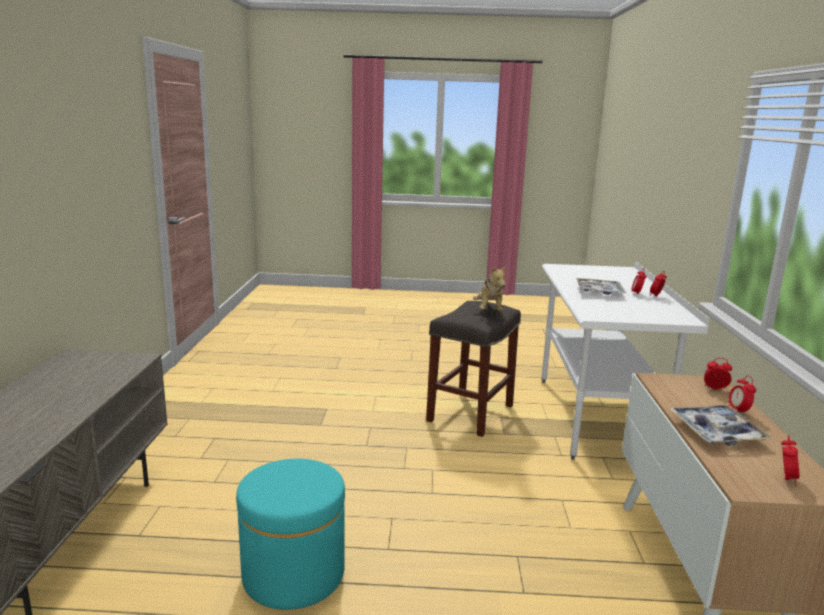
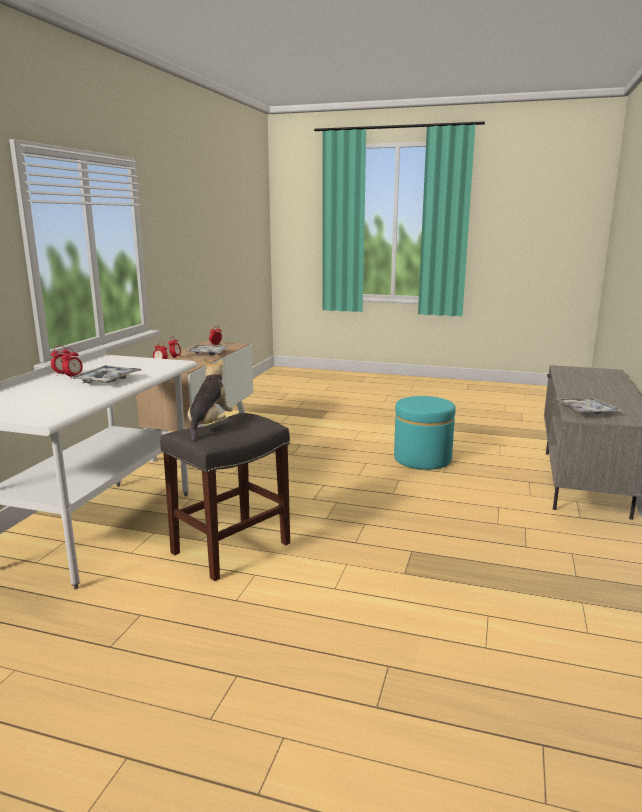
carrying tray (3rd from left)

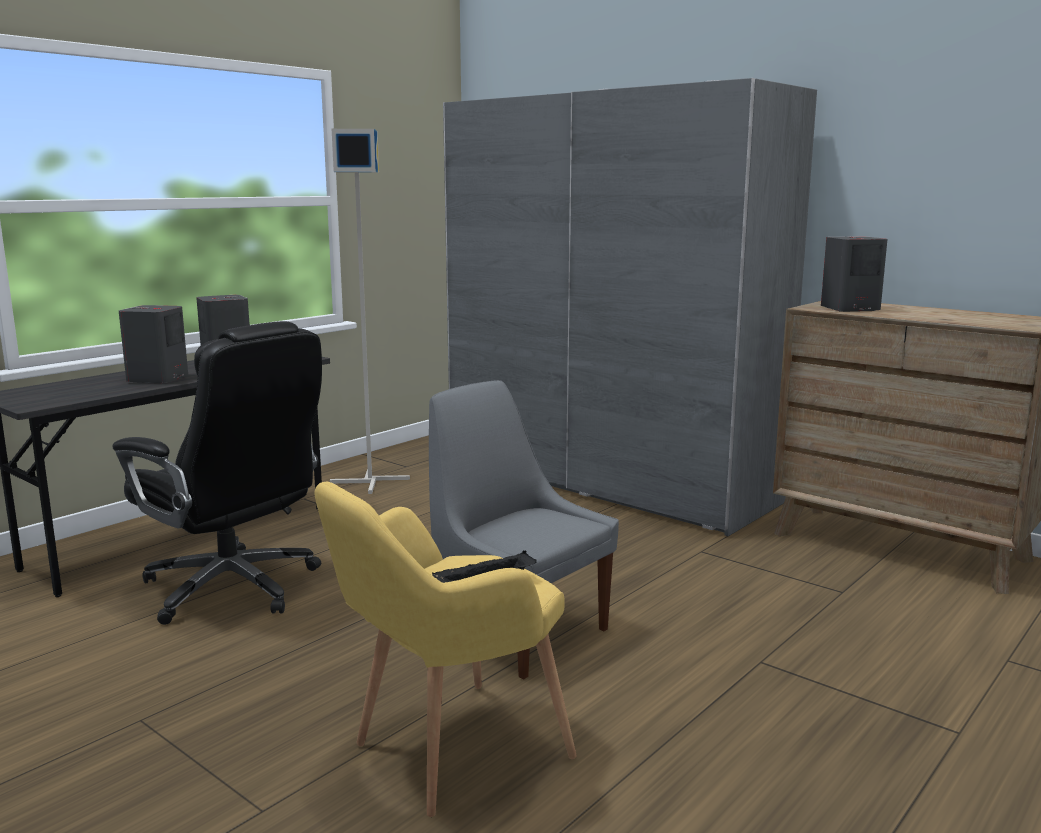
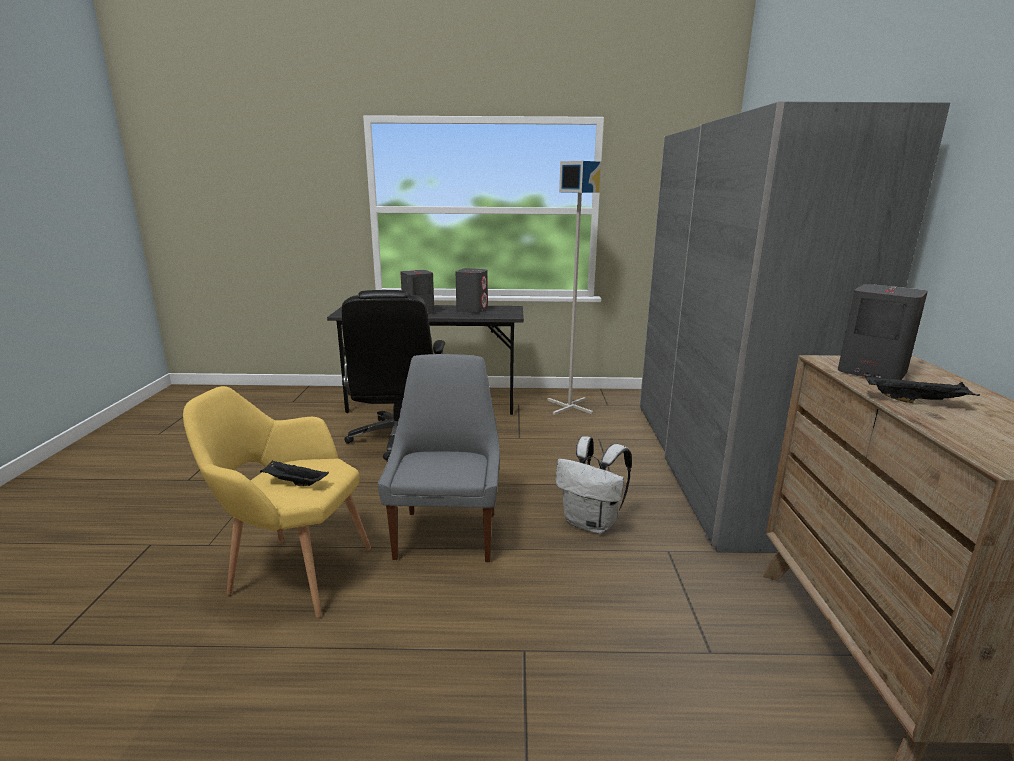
carrying tray (blackish) (2nd from left)
knapsack (whitish)

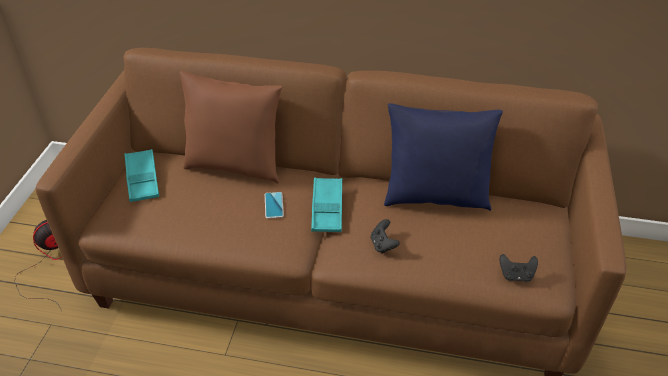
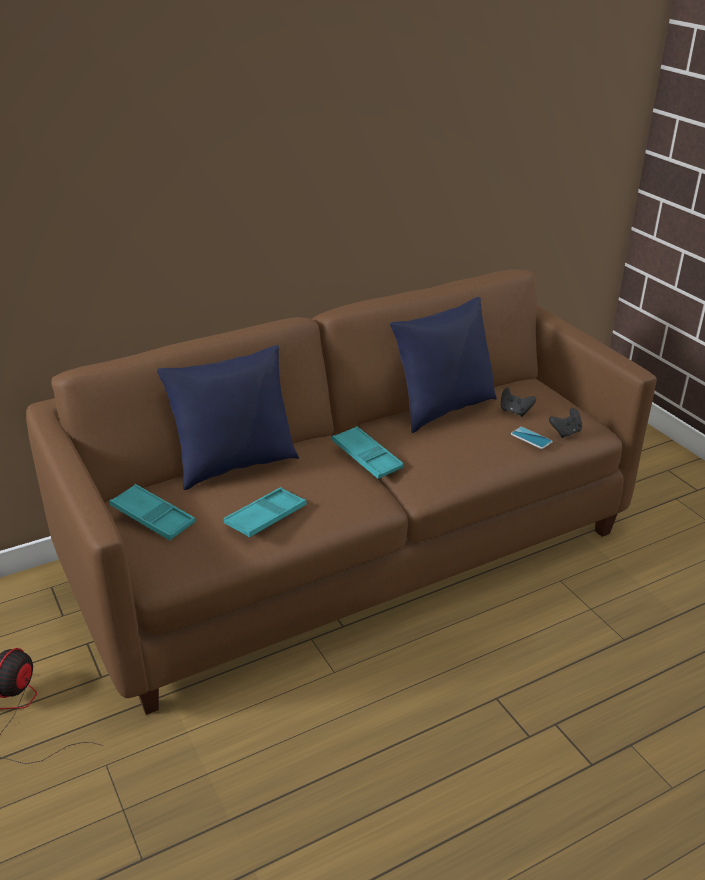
pillow (blue-coloured) (1st from left)
handset
gamepad (blackish) (1st from left)
carrying tray (turquoise-coloured) (2nd from left)

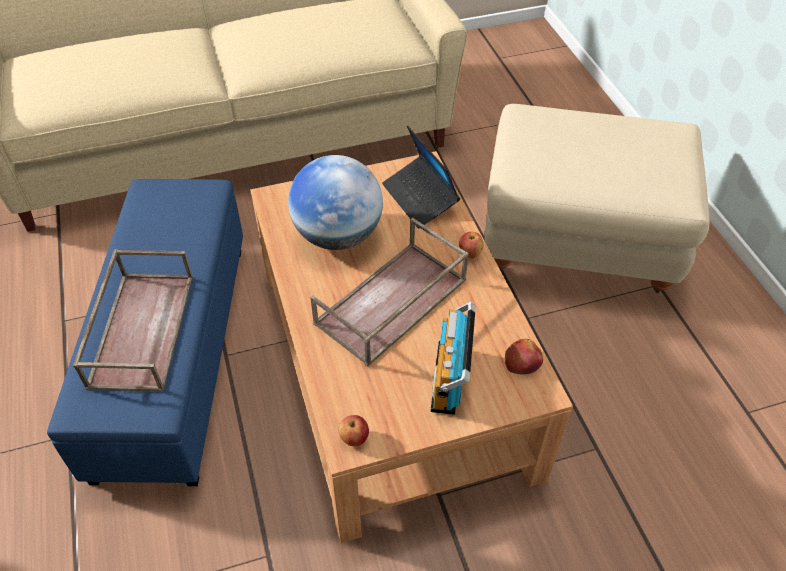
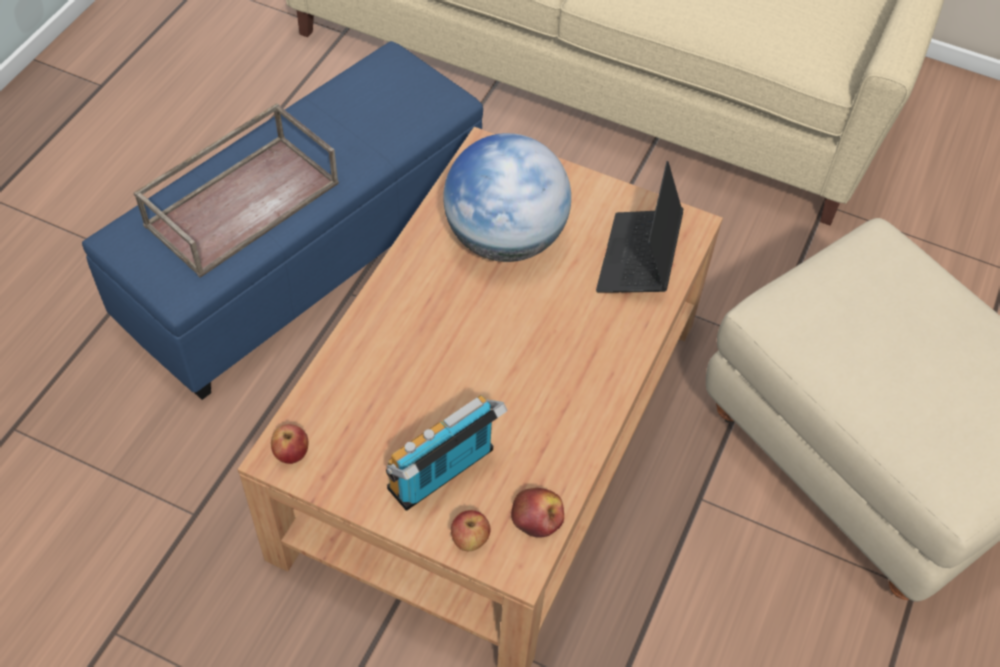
carrying tray (brown) (2nd from left in the first image)
apple fruit (2nd from left)

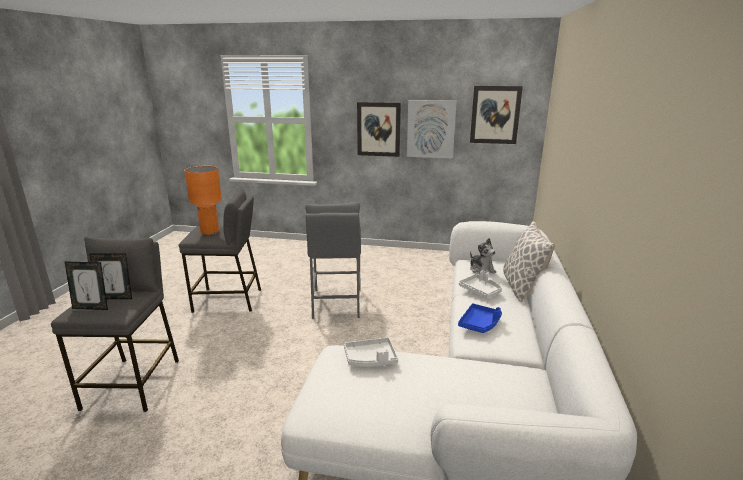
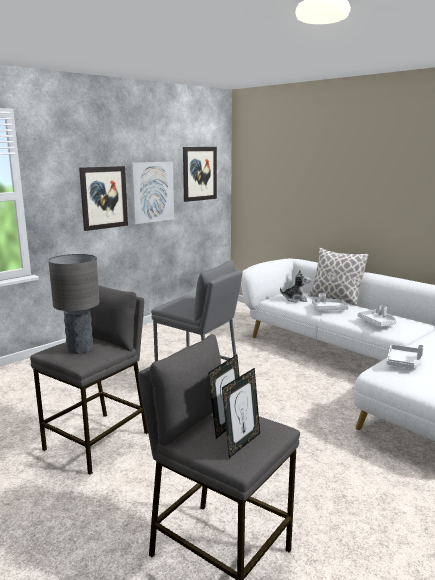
tabletop lamp (greyish)
carrying tray (whitish) (2nd from left)

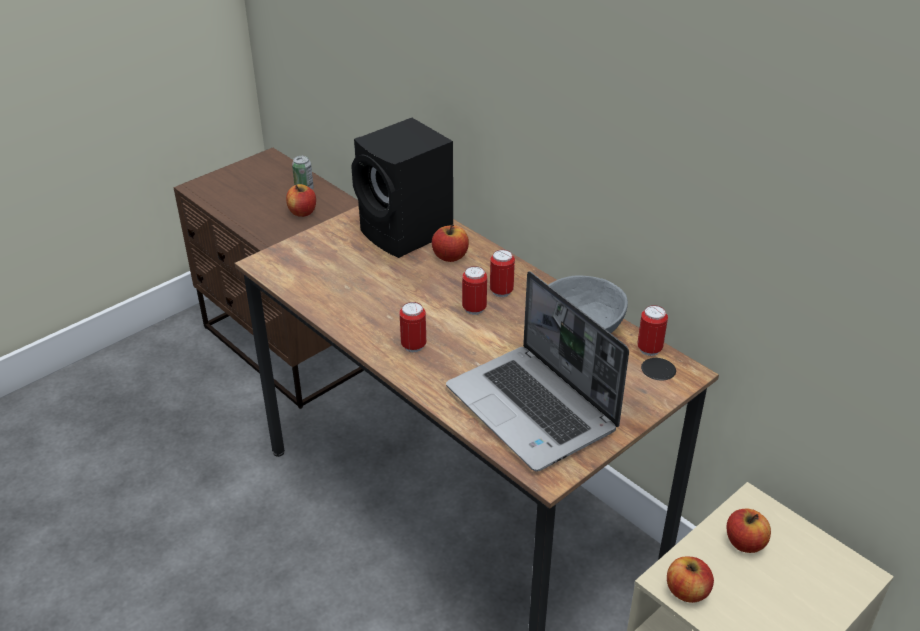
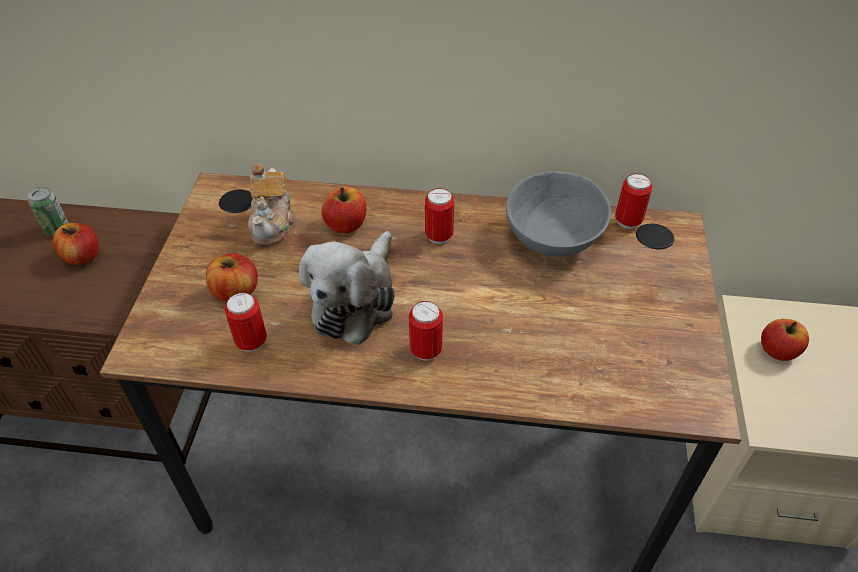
teapot
can (2nd from left)
laptop
apple fruit (2nd from left)
soft toy

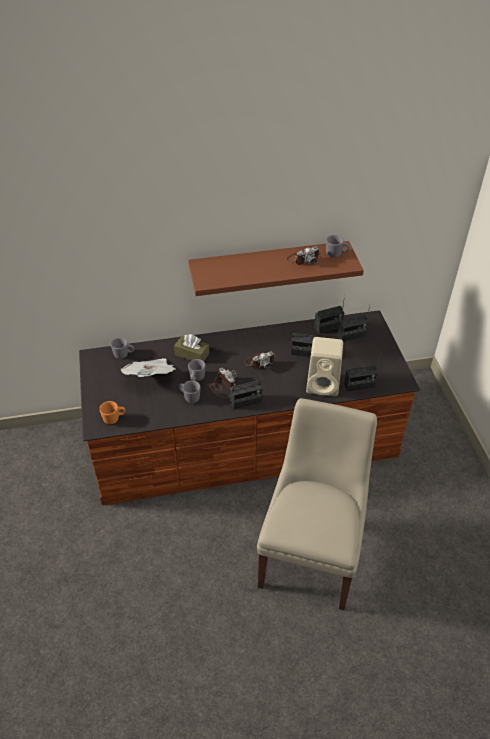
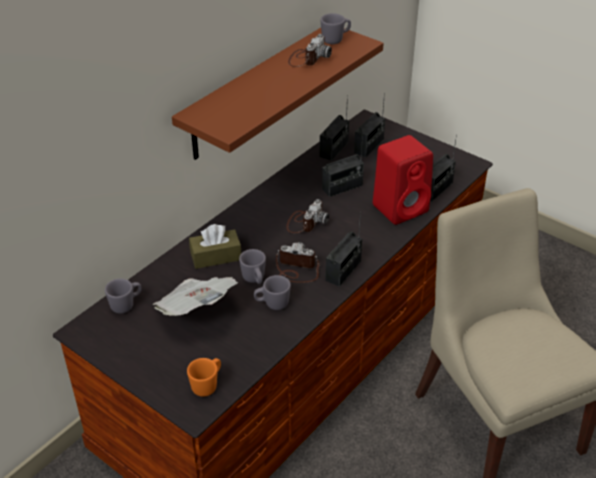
loudspeaker (reddish)

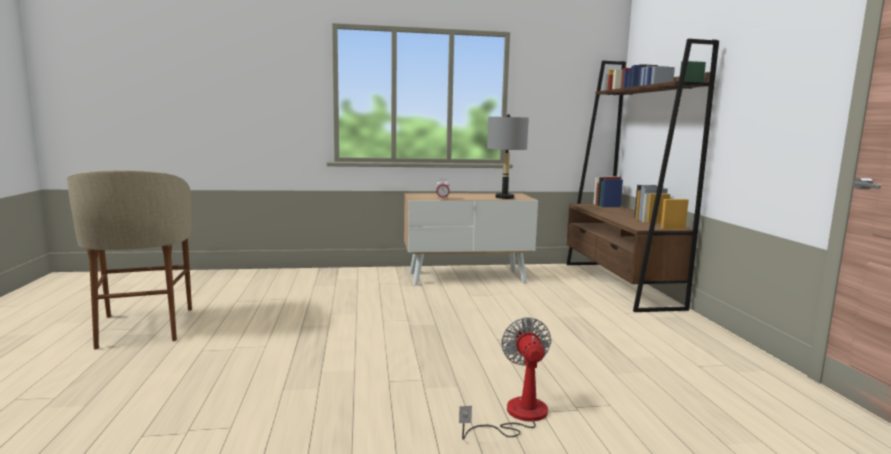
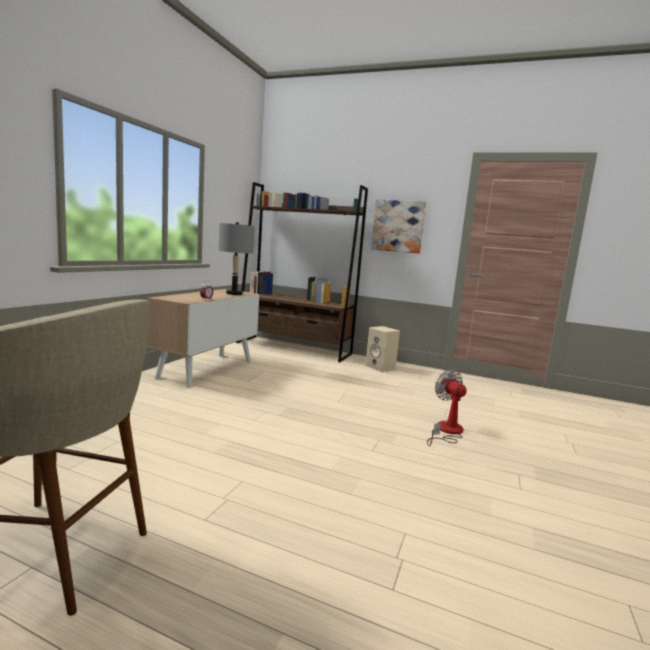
electric fan
wall art
loudspeaker (sand-coloured)

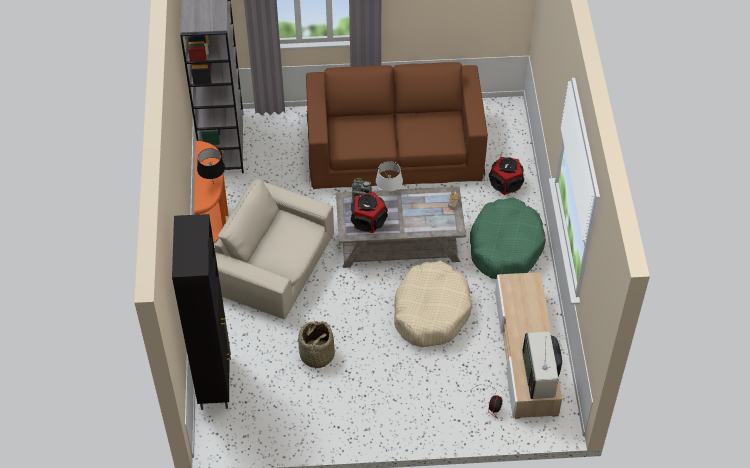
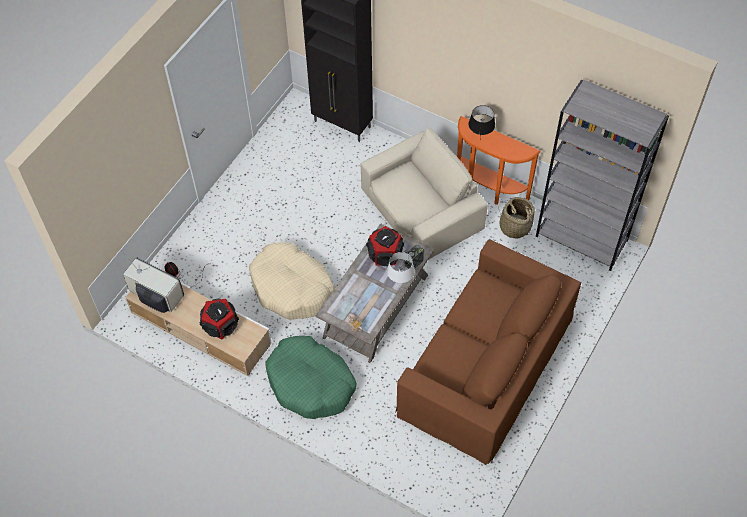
loudspeaker (1st from left)
basket

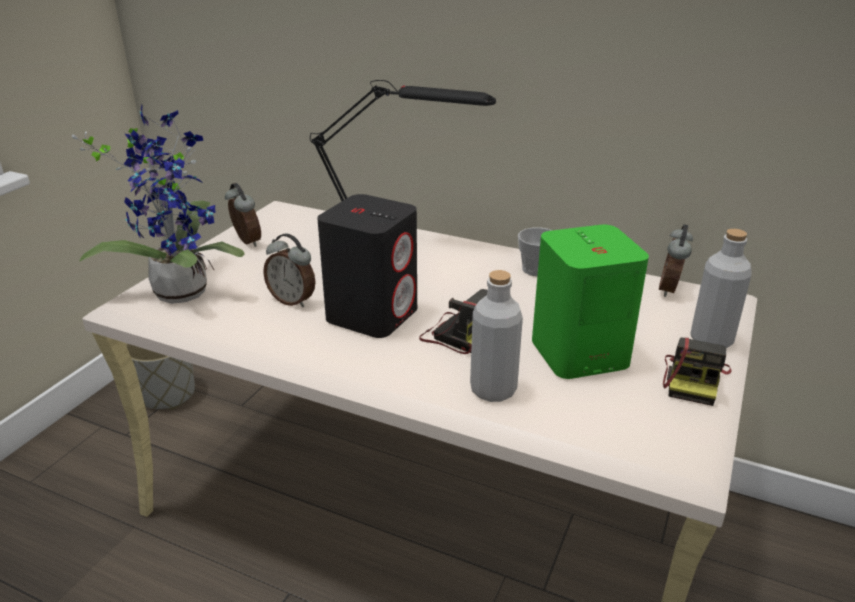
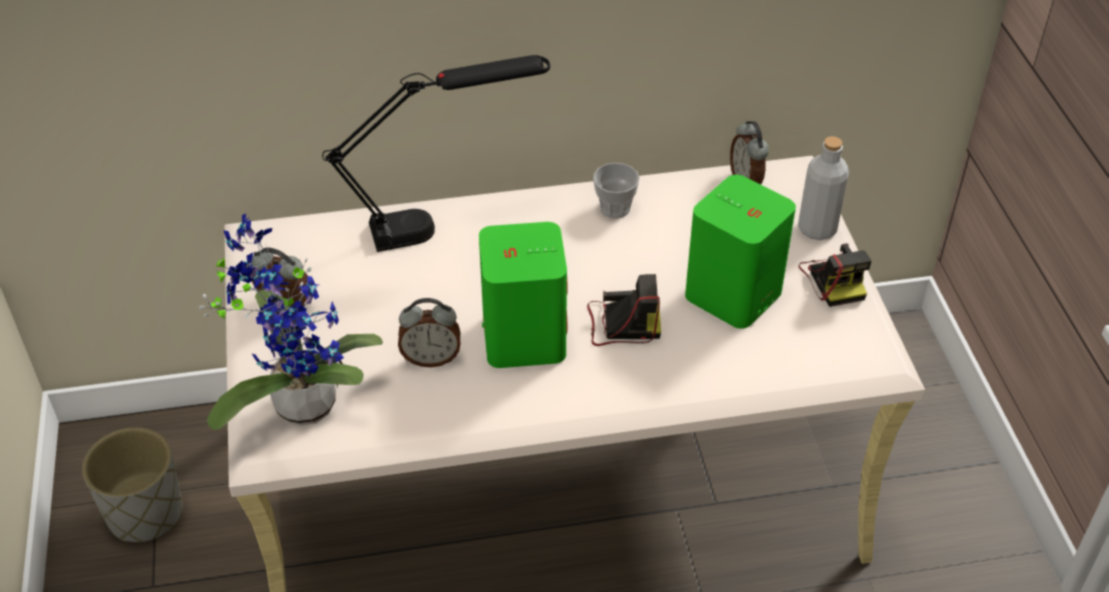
loudspeaker (green-coloured) (1st from left)
beverage bottle (greyish) (1st from left in the first image)

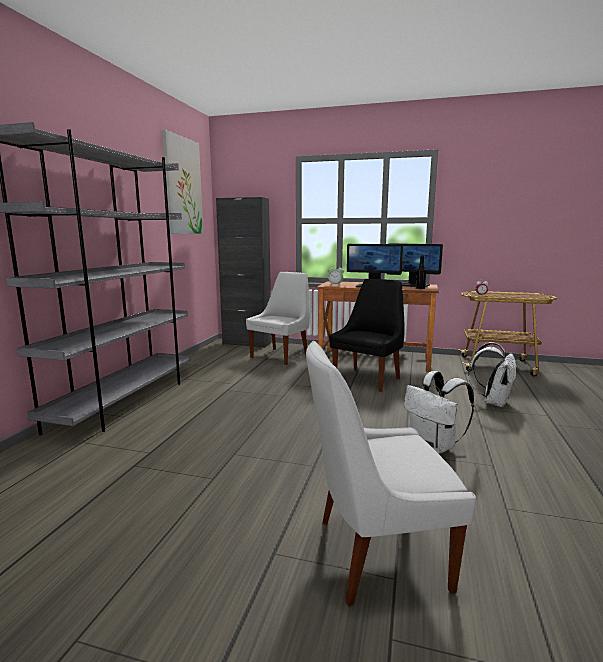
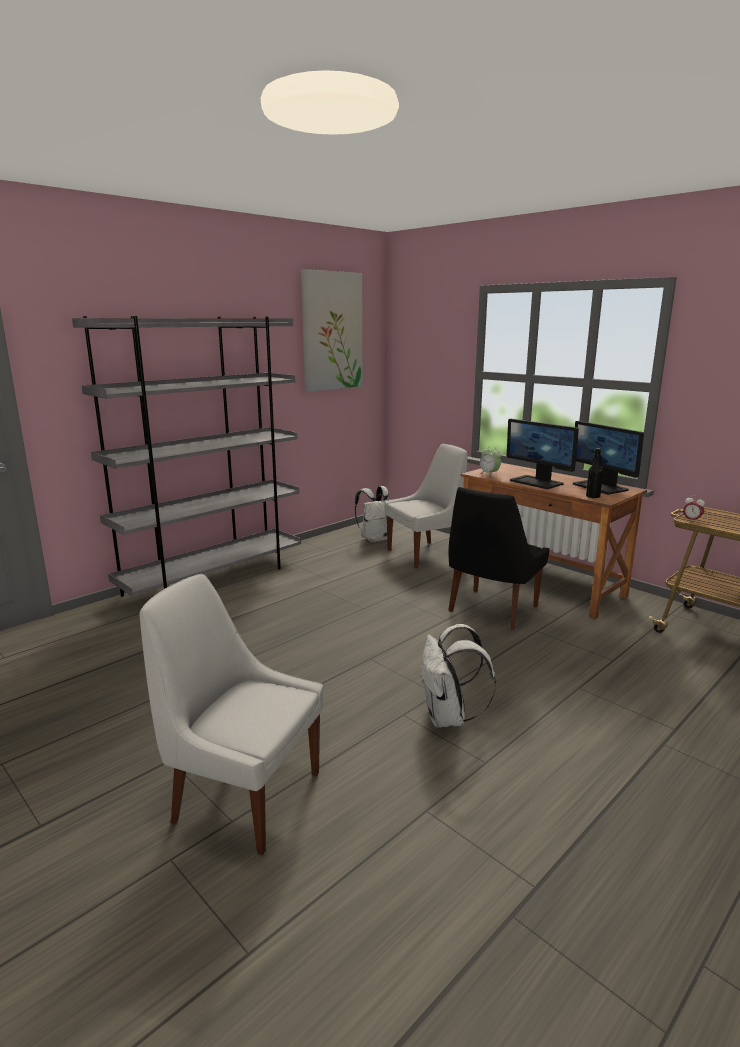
cupboard (blackish)
chair (blackish)
knapsack (whitish) (1st from left)

